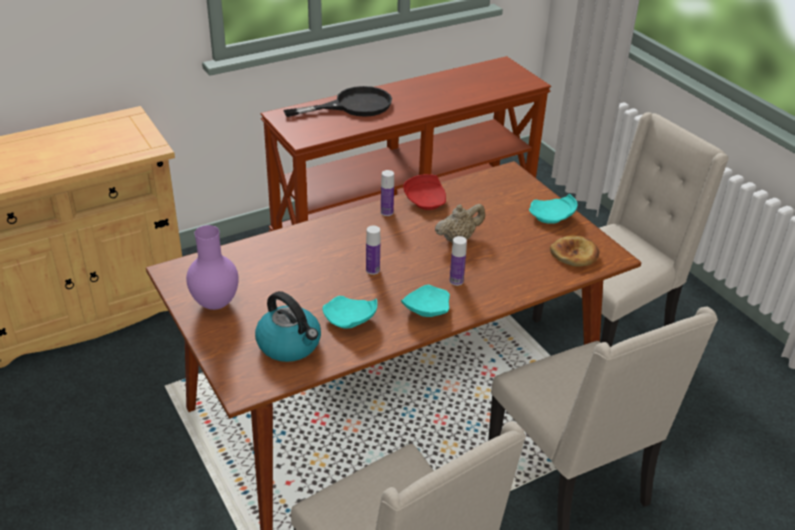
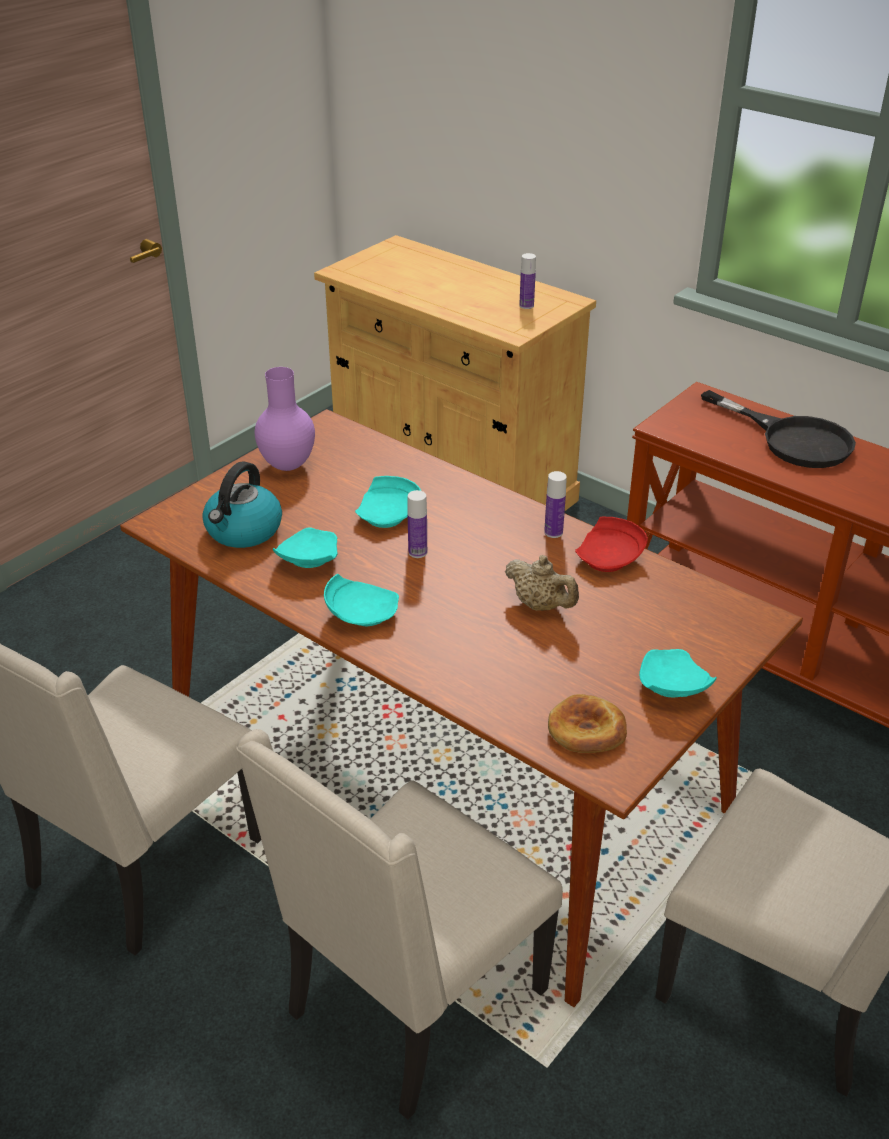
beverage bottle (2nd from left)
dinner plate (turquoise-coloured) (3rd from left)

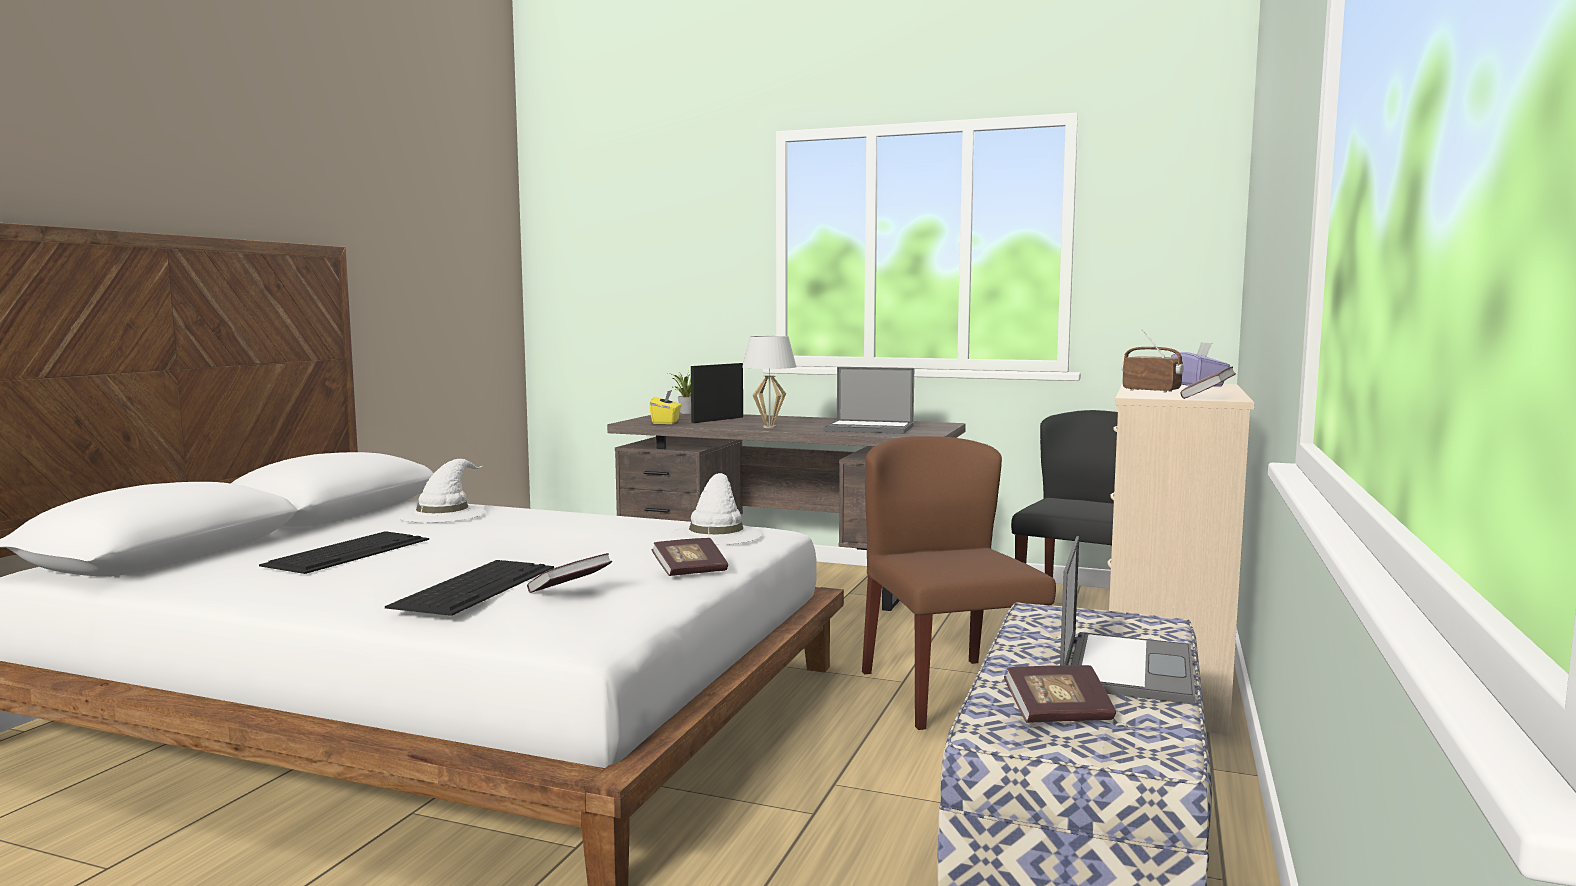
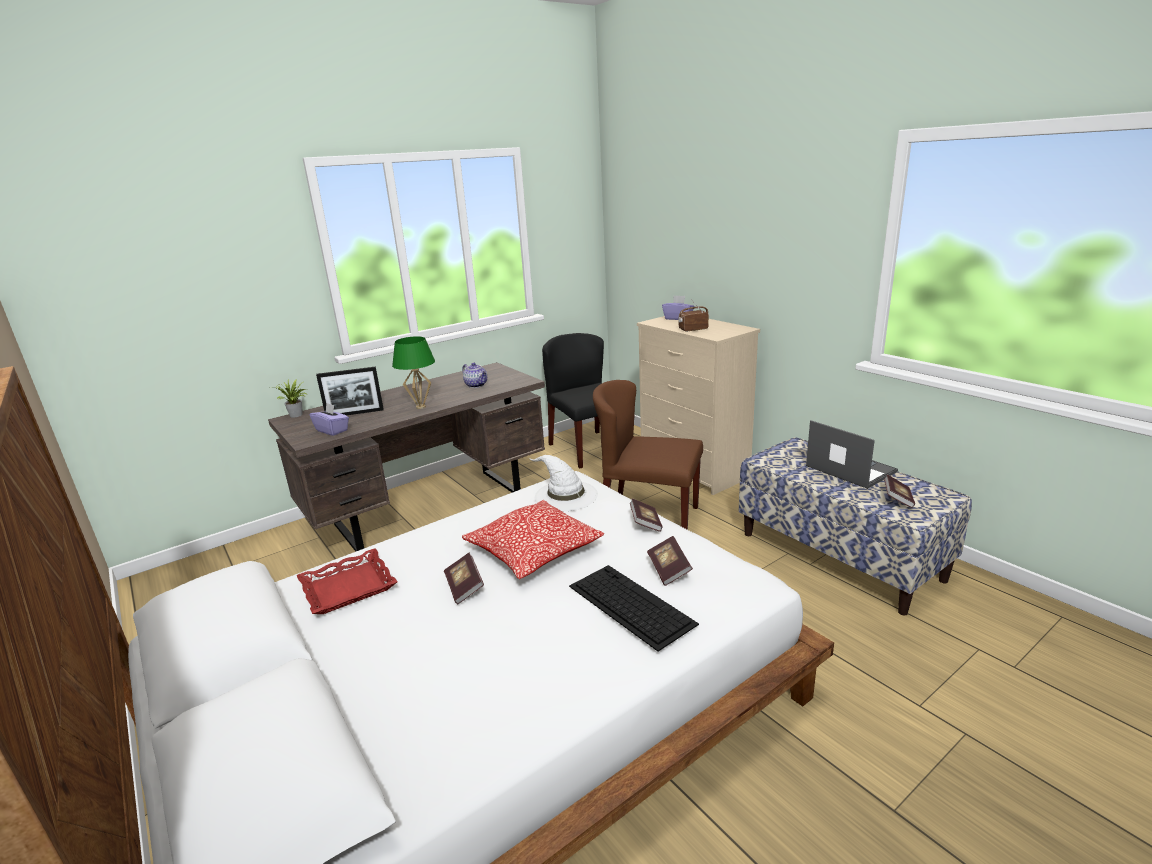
tabletop lamp (green-coloured)
photo frame
volume (1st from left)
teapot
box of tissues (purple-coloured) (1st from left)
carrying tray (reddish)
keyboard (1st from left in the first image)
pillow

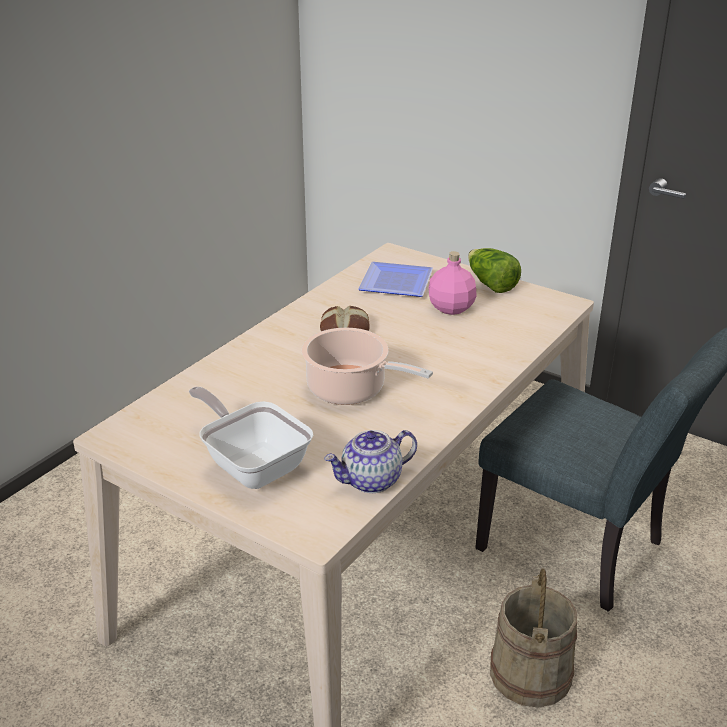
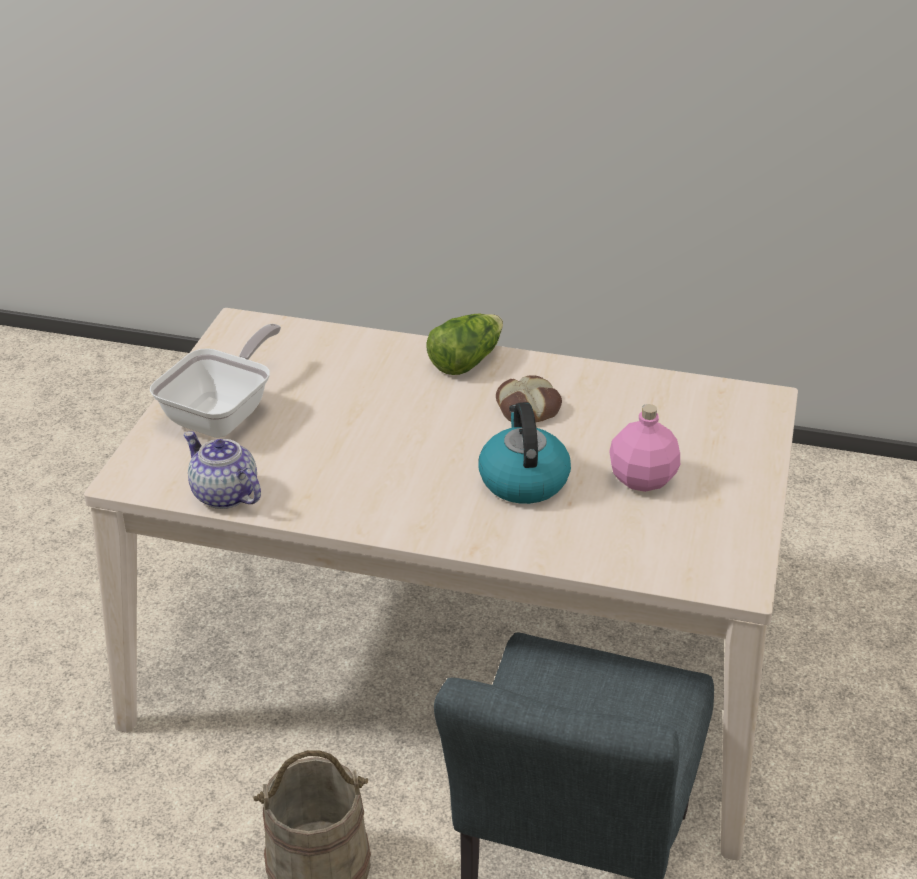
lettuce
dinner plate
saucepot
tea kettle

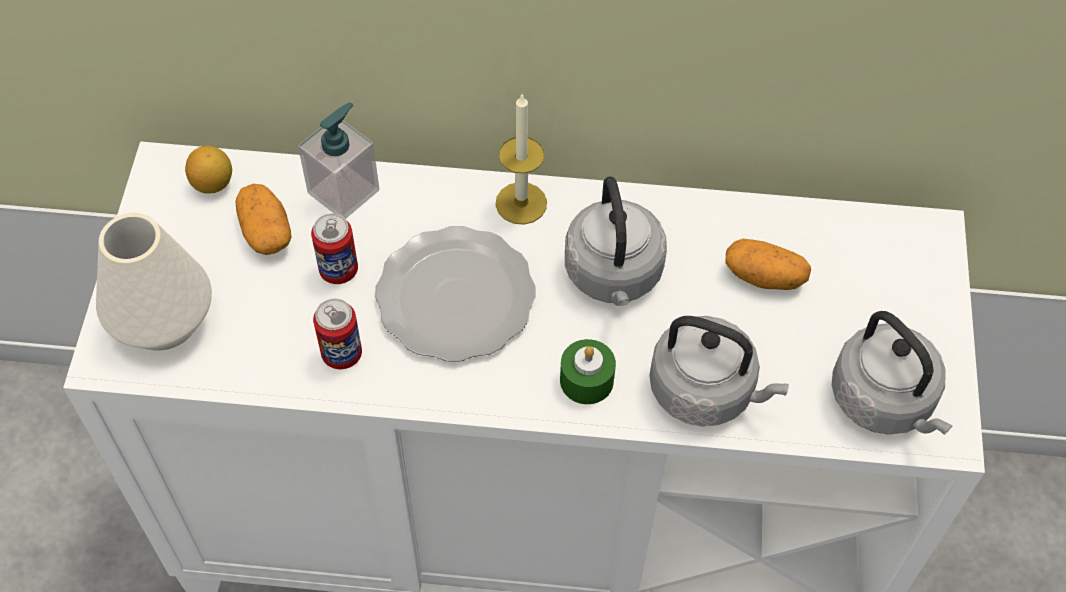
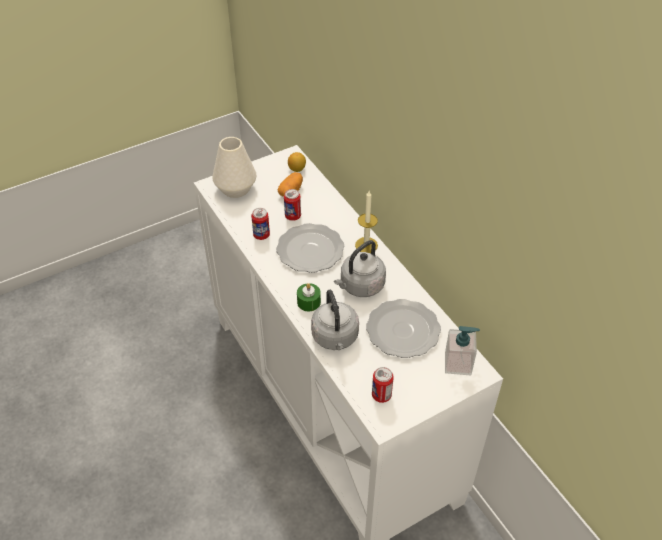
soap dispenser
dinner plate (2nd from left)
can (3rd from left)

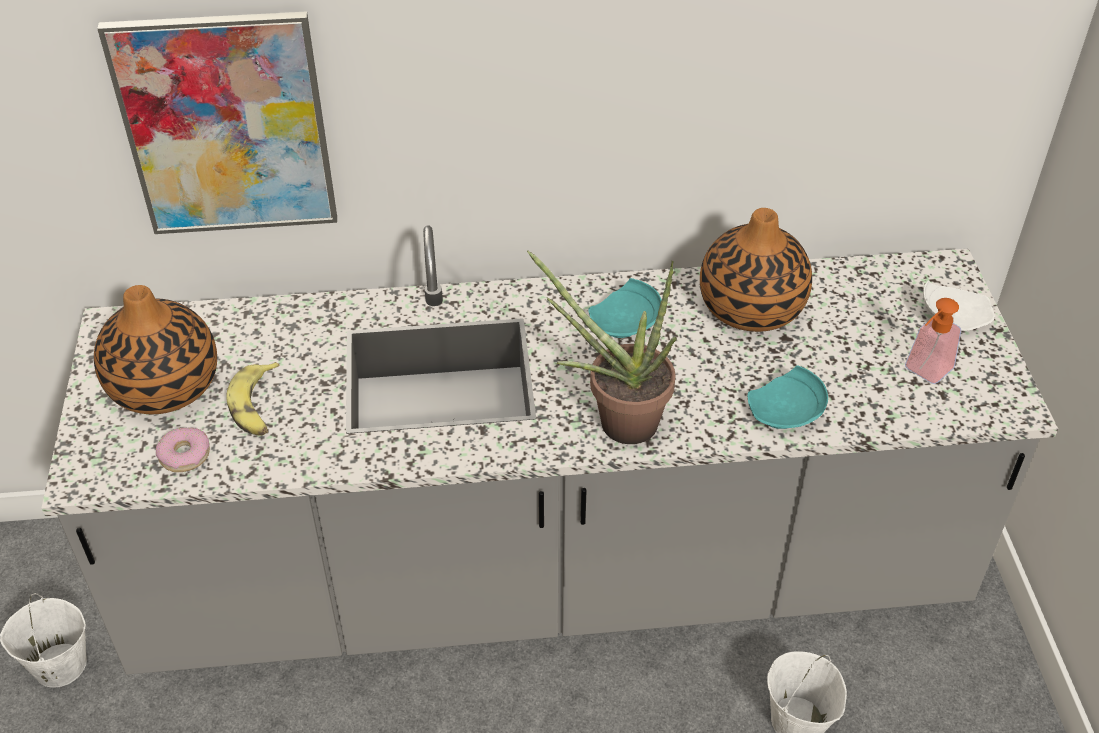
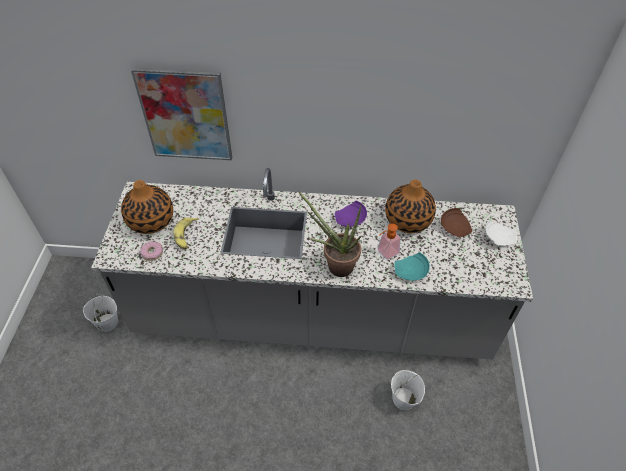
dinner plate (purple-coloured)
soap dispenser
dinner plate (brown)

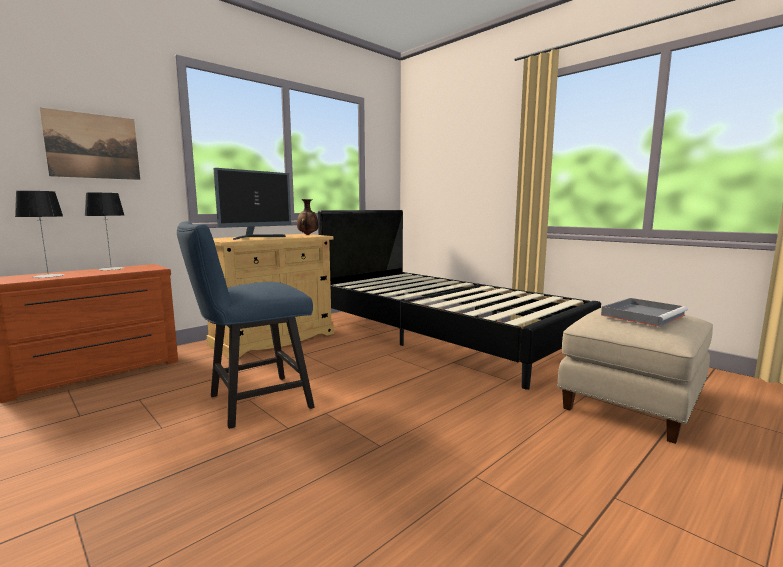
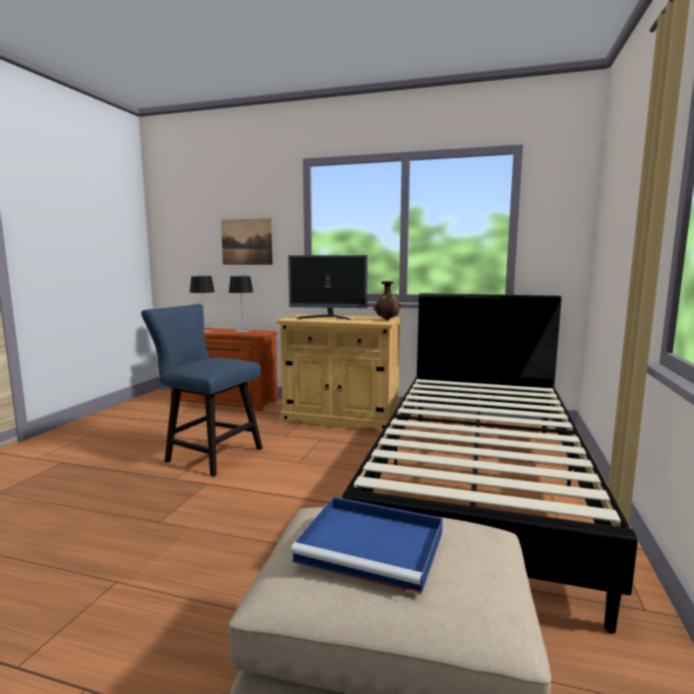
carrying tray (blue-coloured)

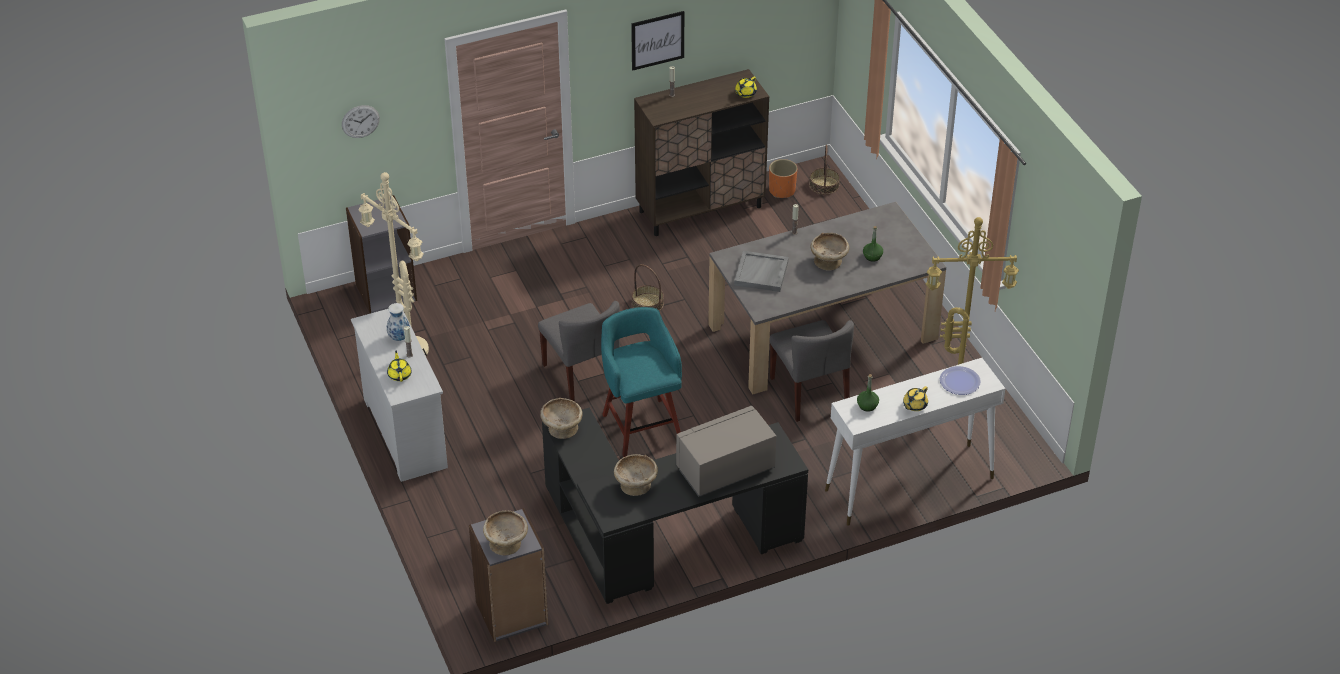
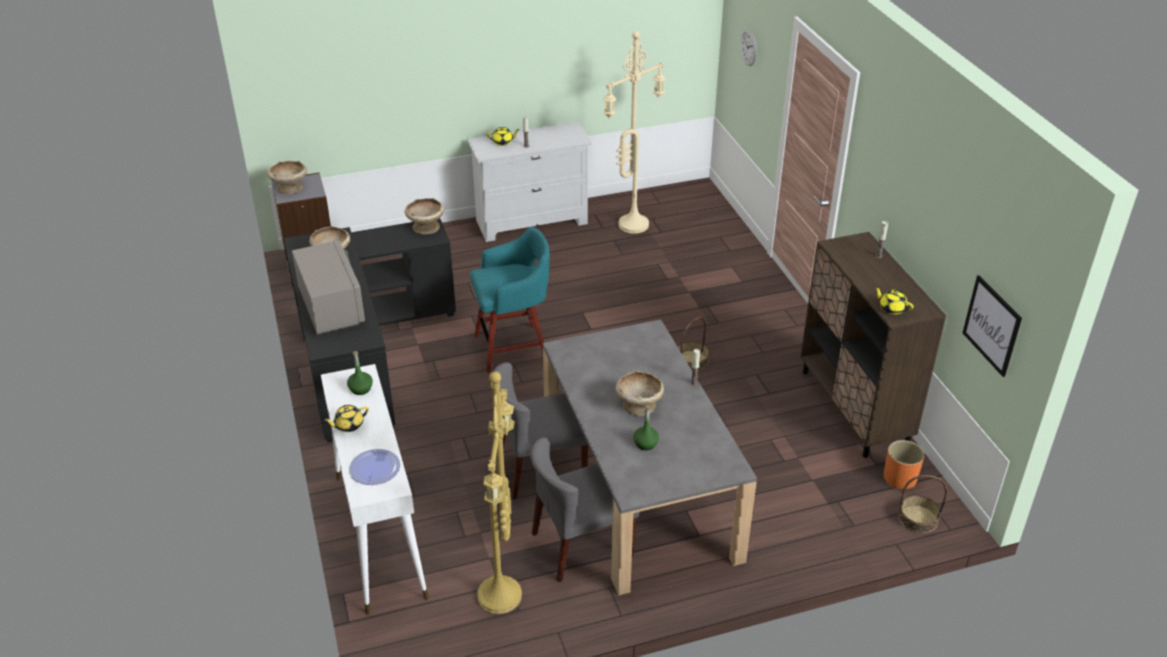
wall art
shelving unit (greyish) (1st from left in the first image)
carrying tray (greyish)
chair (greyish) (2nd from left)
decorative vase
teapot (yellowish) (1st from left)

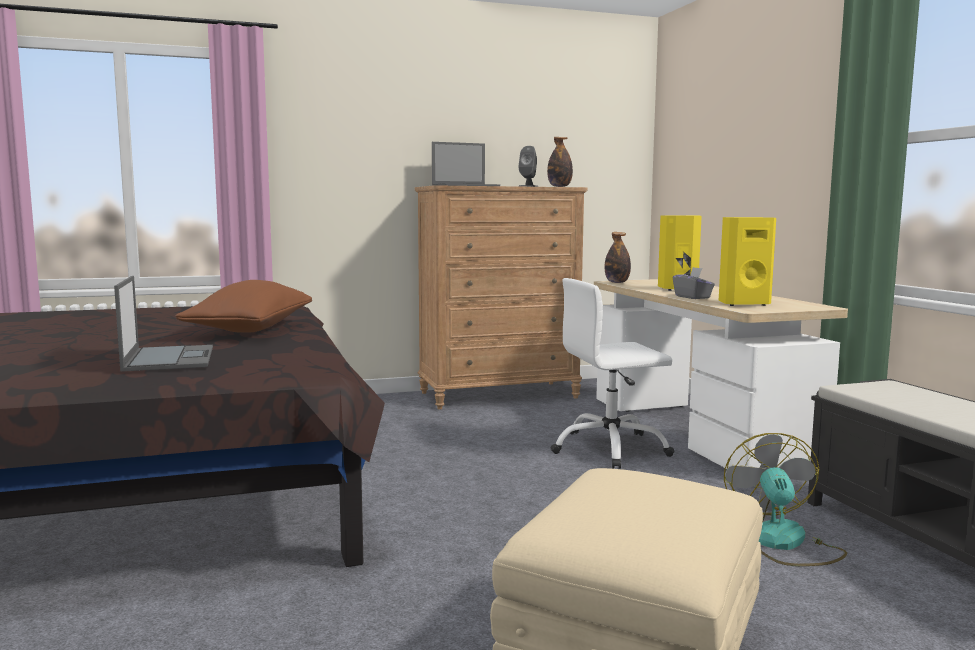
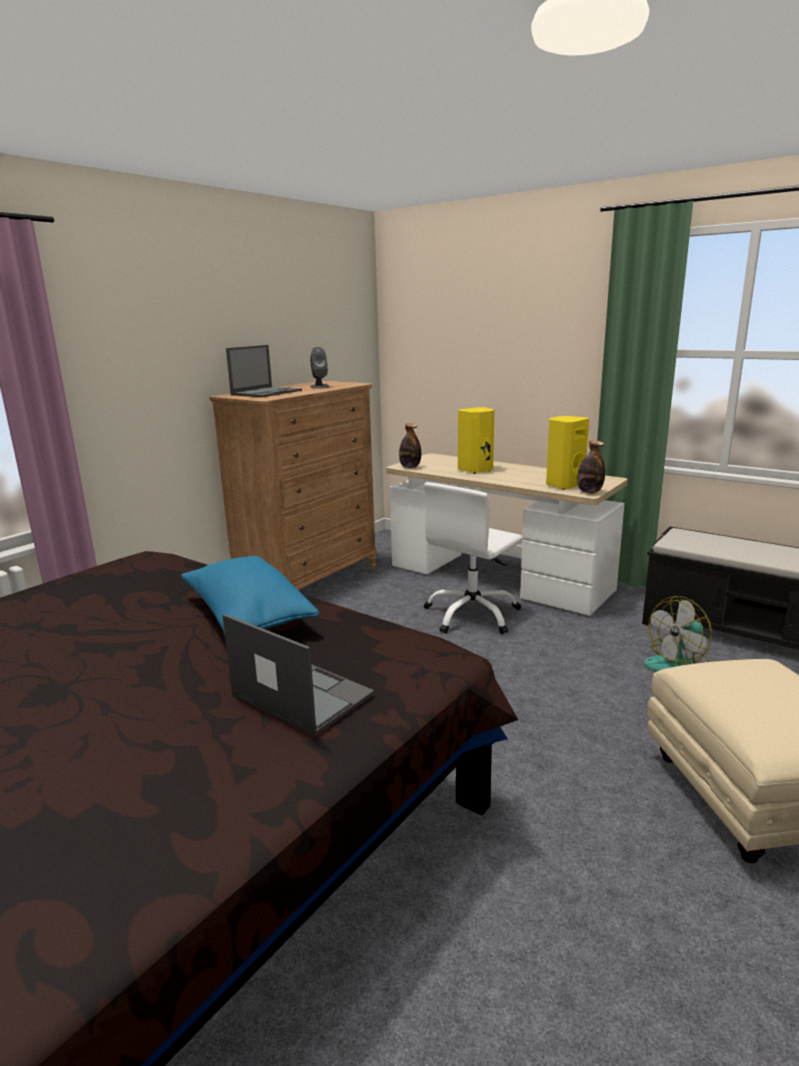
beverage bottle (2nd from left)
box of tissues (greyish)
pillow (blue-coloured)
electric fan

